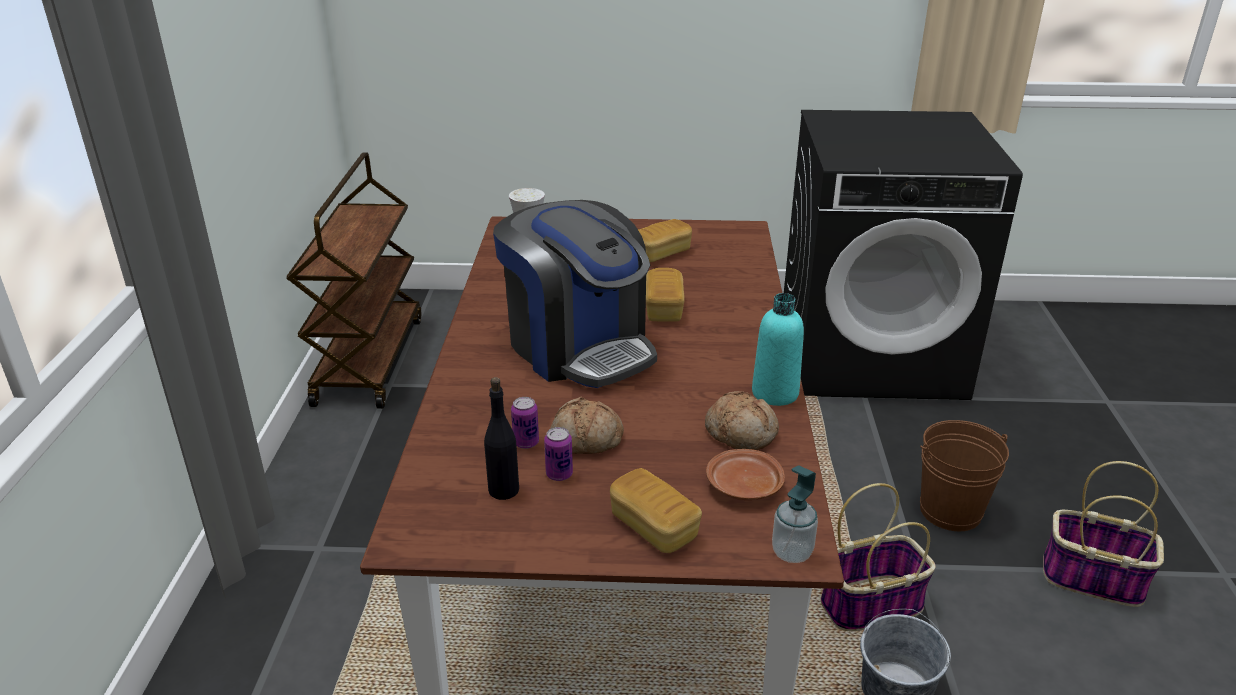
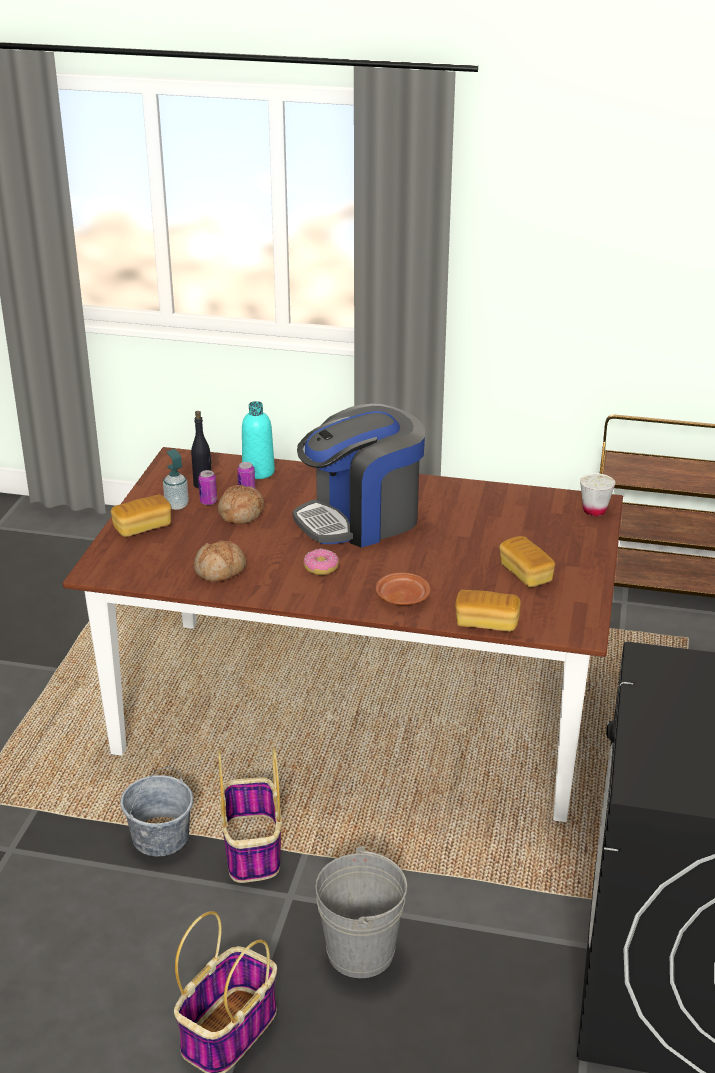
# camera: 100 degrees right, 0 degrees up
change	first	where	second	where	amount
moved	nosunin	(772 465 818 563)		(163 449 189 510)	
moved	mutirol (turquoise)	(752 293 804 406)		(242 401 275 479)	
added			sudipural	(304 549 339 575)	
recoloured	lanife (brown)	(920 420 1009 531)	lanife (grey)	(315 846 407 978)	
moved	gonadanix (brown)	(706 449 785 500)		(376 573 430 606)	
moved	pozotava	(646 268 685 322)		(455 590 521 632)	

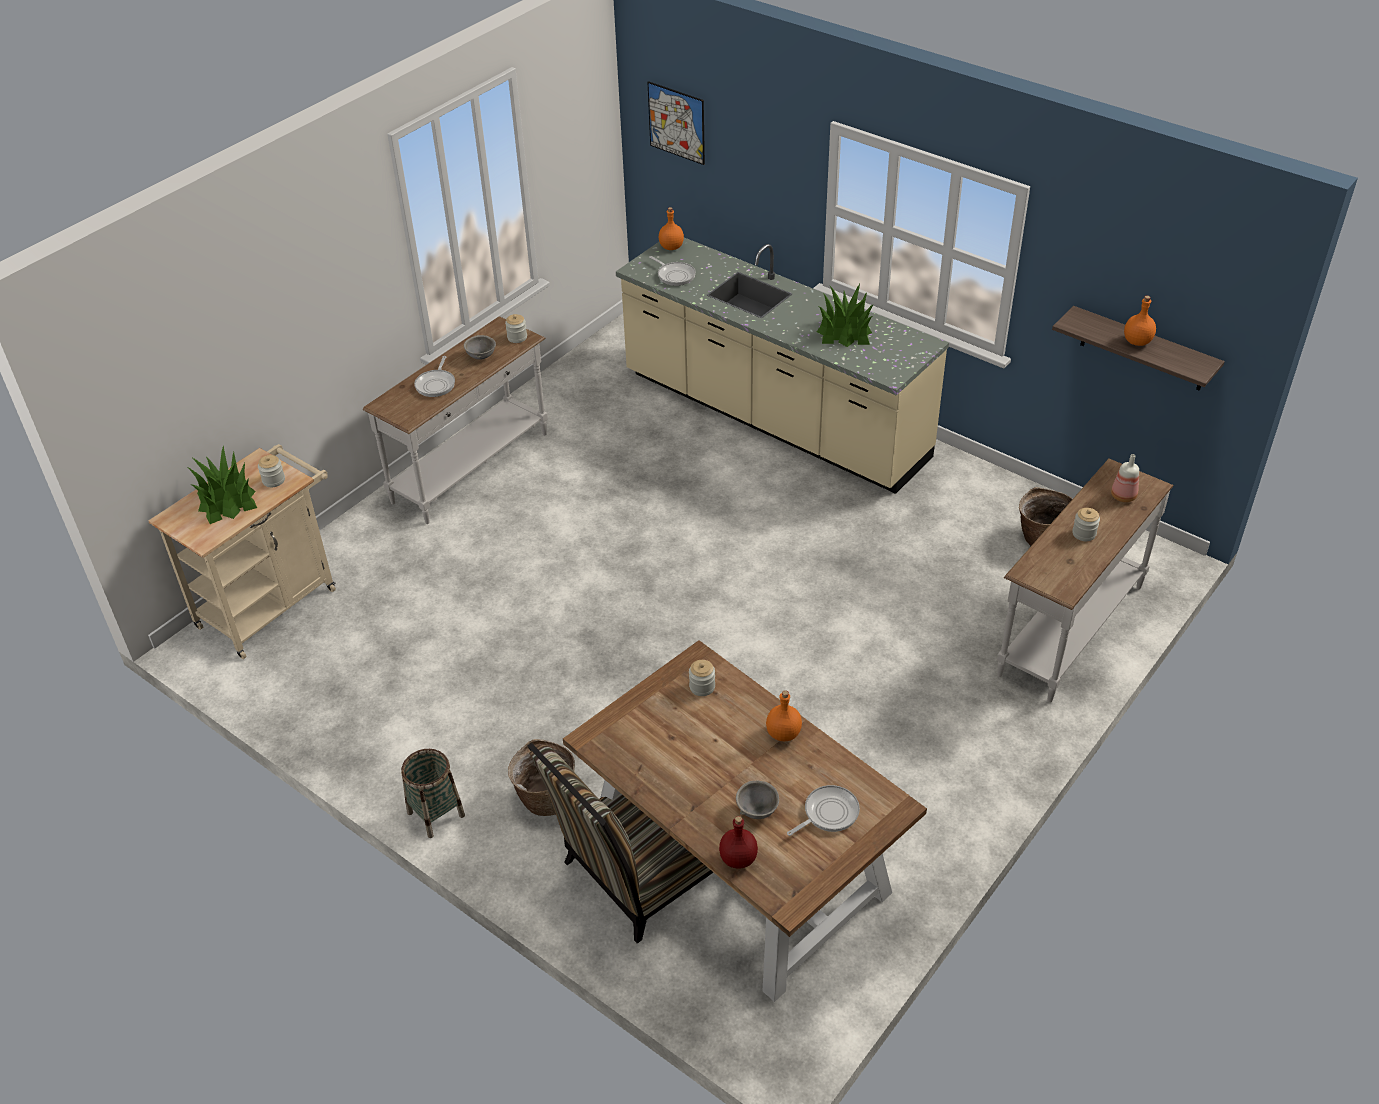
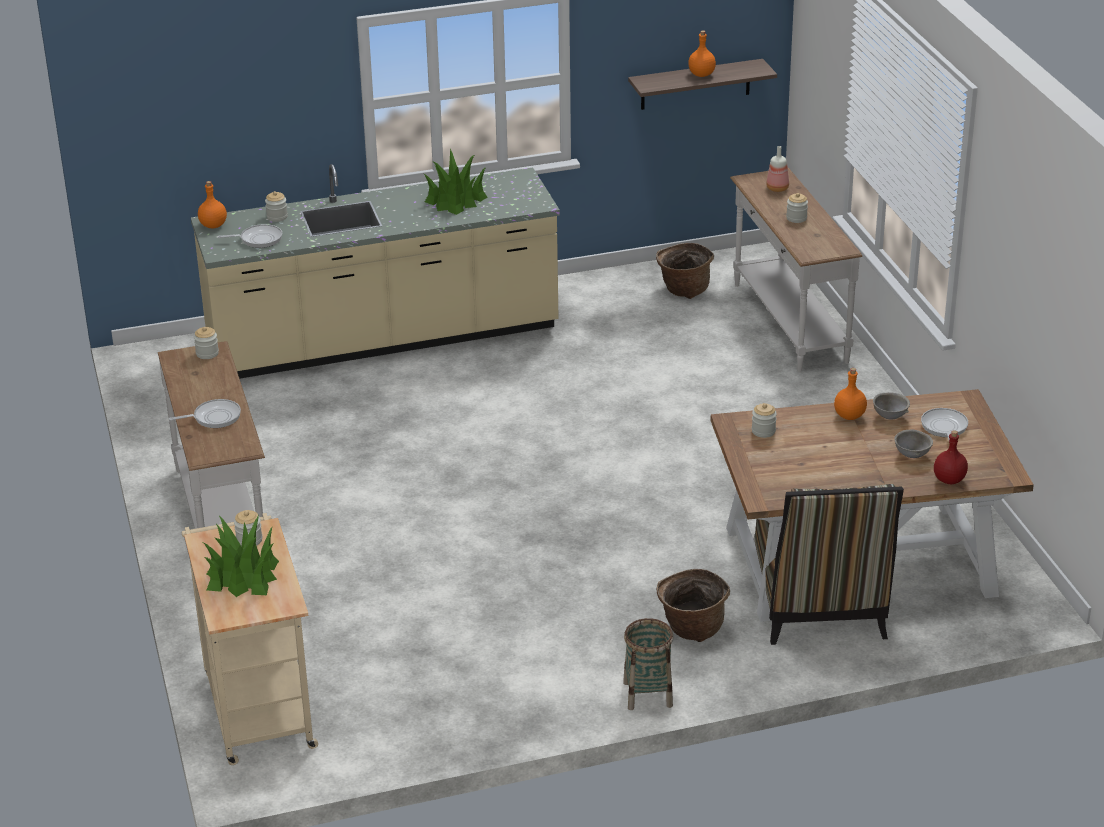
# camera: 55 degrees left, 10 degrees down
change	first	where	second	where	amount
turned	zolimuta	(414 356 455 397)		(169 399 241 428)	60 degrees counterclockwise
added			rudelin	(265 191 288 222)	
moved	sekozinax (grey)	(464 335 496 360)		(873 392 910 419)	
removed	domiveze	(648 81 705 165)			

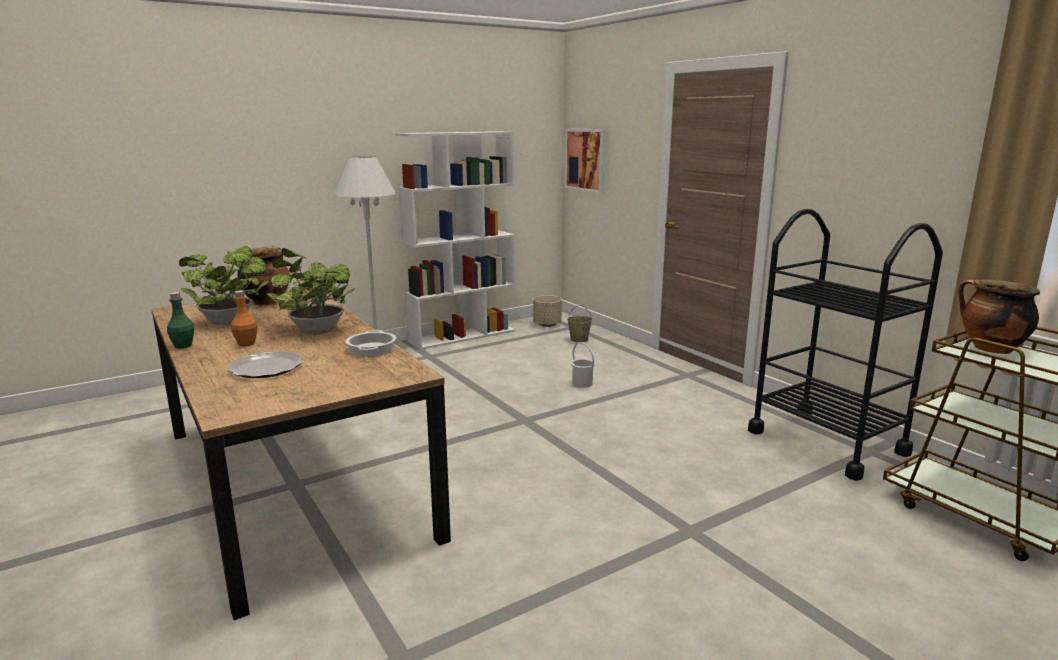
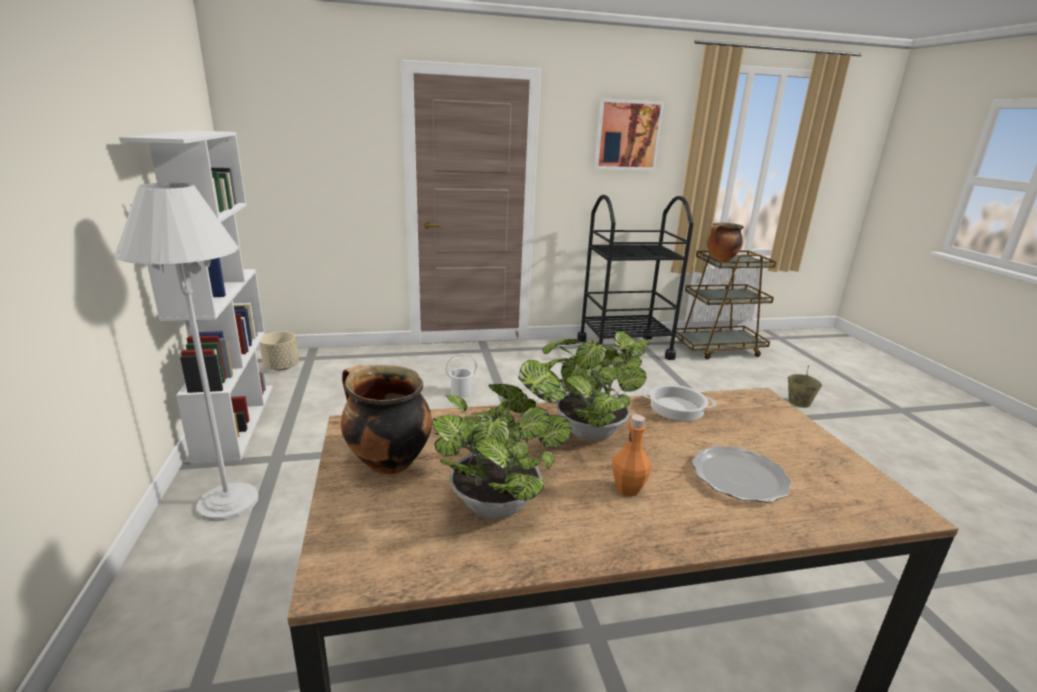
# camera: 70 degrees left, 5 degrees up
change	first	where	second	where	amount
moved	domiveze	(564 128 606 193)		(594 98 664 171)	
moved	lanife (beige)	(567 305 592 342)		(787 365 822 408)	
removed	mutirol (green)	(167 292 194 349)			

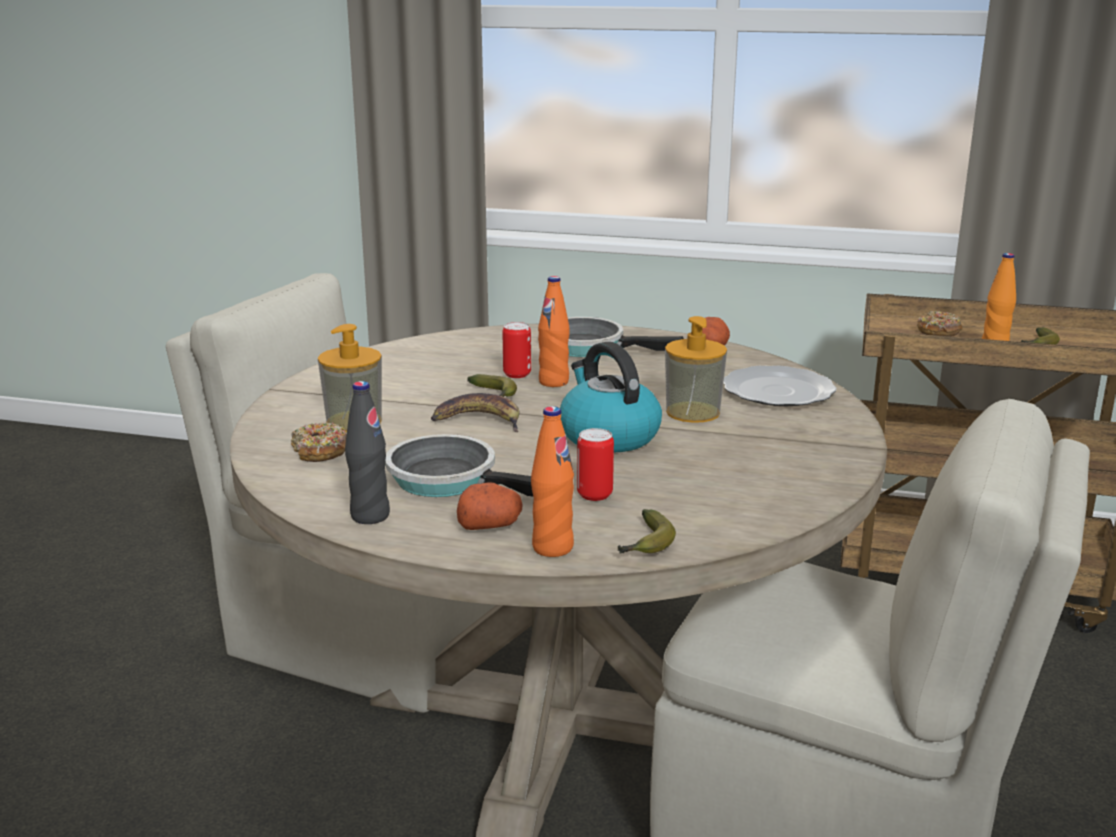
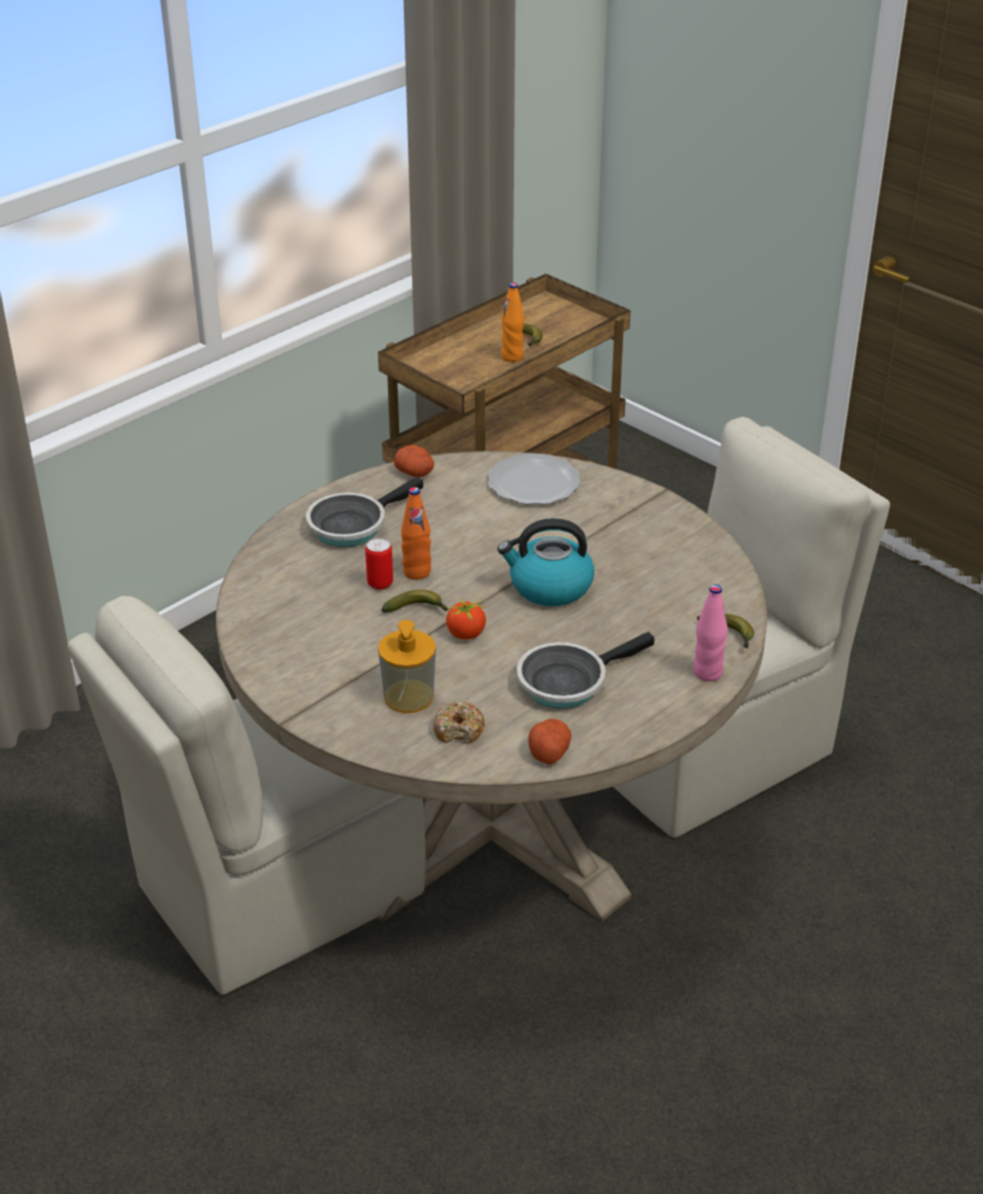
# camera: 60 degrees left, 15 degrees up
change	first	where	second	where	amount
replaced	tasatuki	(431 393 520 432)	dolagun	(443 598 486 640)	
moved	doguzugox	(457 482 523 530)		(529 719 571 765)	
recoloured	mutirol (orange)	(531 406 574 557)	mutirol (pink)	(693 585 728 682)	
removed	mutirol (black)	(345 381 390 524)			
removed	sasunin	(577 428 614 501)			
removed	nosunin	(665 316 727 423)			
removed	sudipural	(917 311 962 337)			

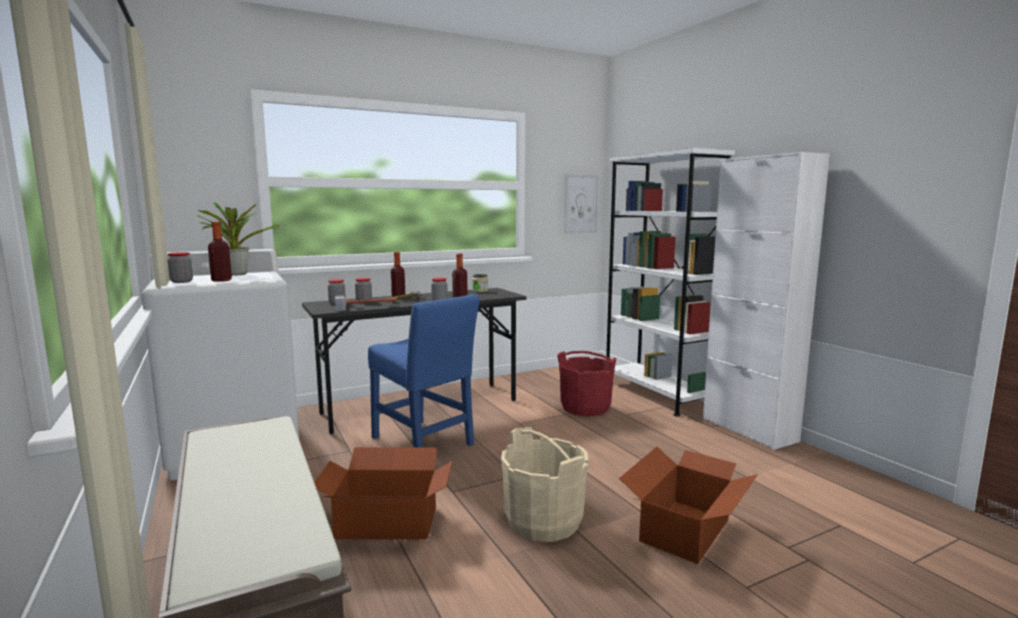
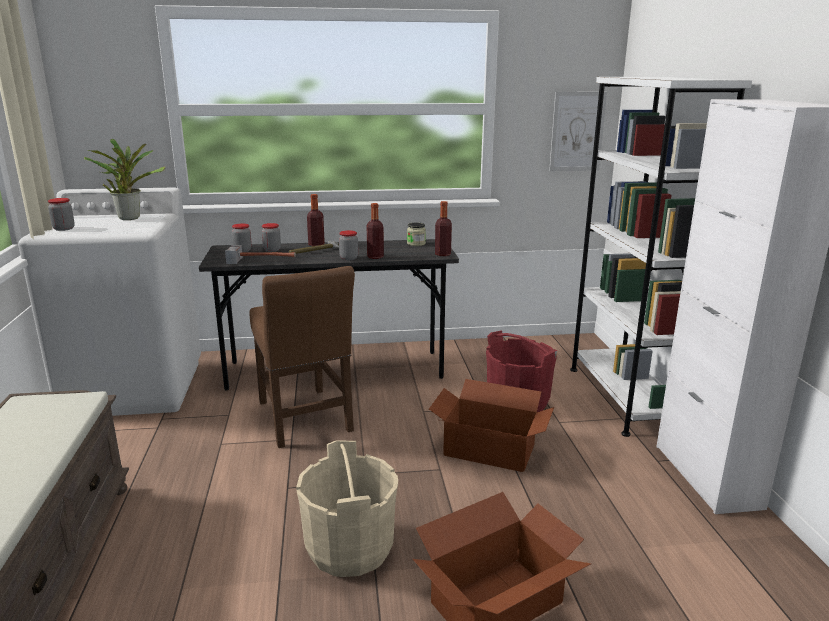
# camera: 20 degrees right, 10 degrees up
change	first	where	second	where	amount
recoloured	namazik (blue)	(368 294 480 448)	namazik (brown)	(249 266 355 448)	
moved	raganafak	(314 447 452 540)		(429 379 554 472)	
moved	mutirol	(208 222 232 282)		(435 201 452 256)	

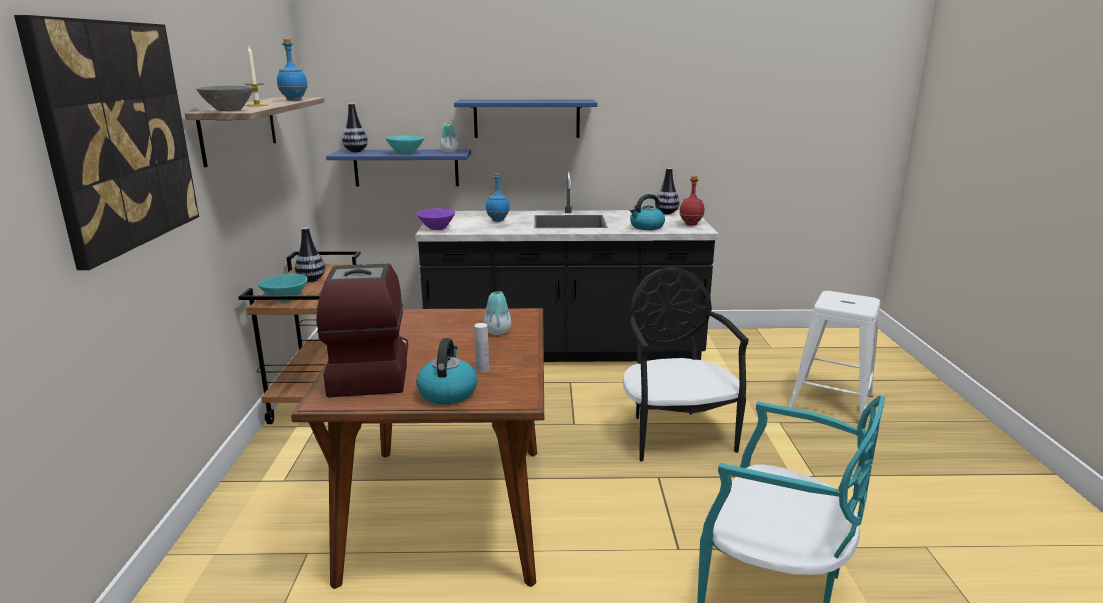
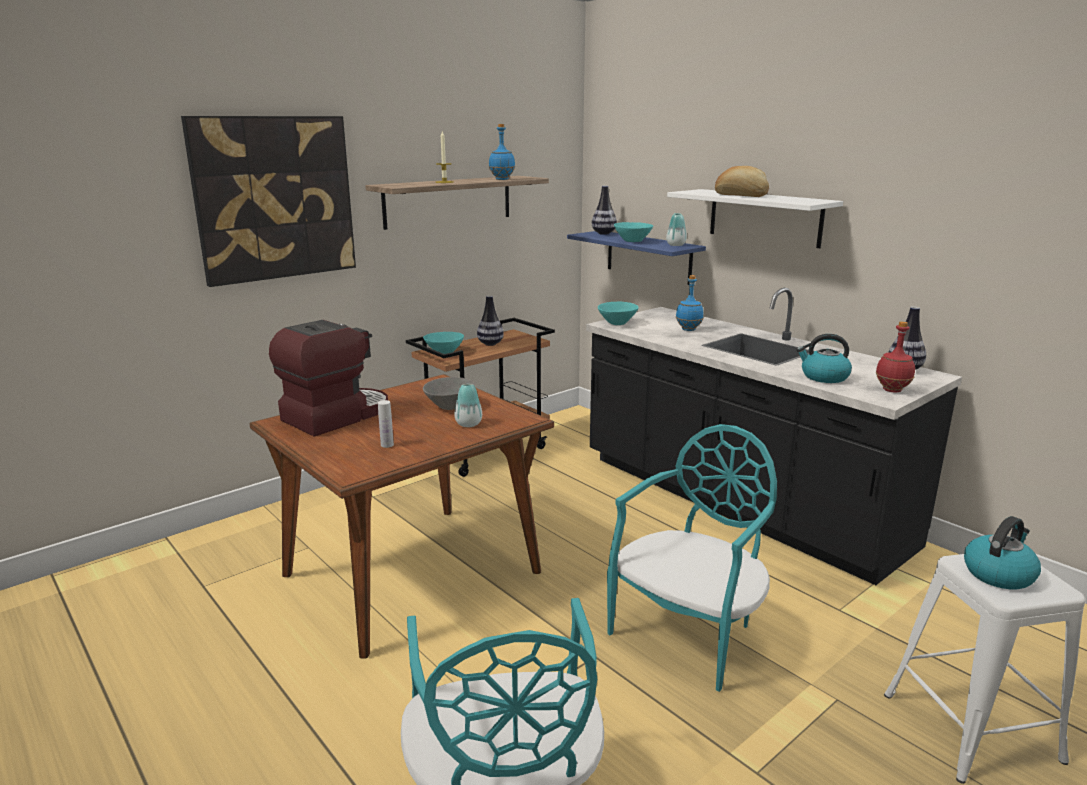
# camera: 50 degrees right, 0 degrees up
change	first	where	second	where	amount
moved	sekozinax (grey)	(196 85 254 111)		(423 377 475 410)	
recoloured	sekozinax (purple)	(417 208 455 230)	sekozinax (turquoise)	(598 302 639 325)	
recoloured	namazik (black)	(623 267 749 461)	namazik (turquoise)	(607 424 777 692)	
recoloured	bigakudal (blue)	(454 99 597 138)	bigakudal (white)	(667 189 843 248)	
added			pozotava	(715 166 769 197)	
moved	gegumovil	(416 338 477 404)		(964 516 1041 589)	

